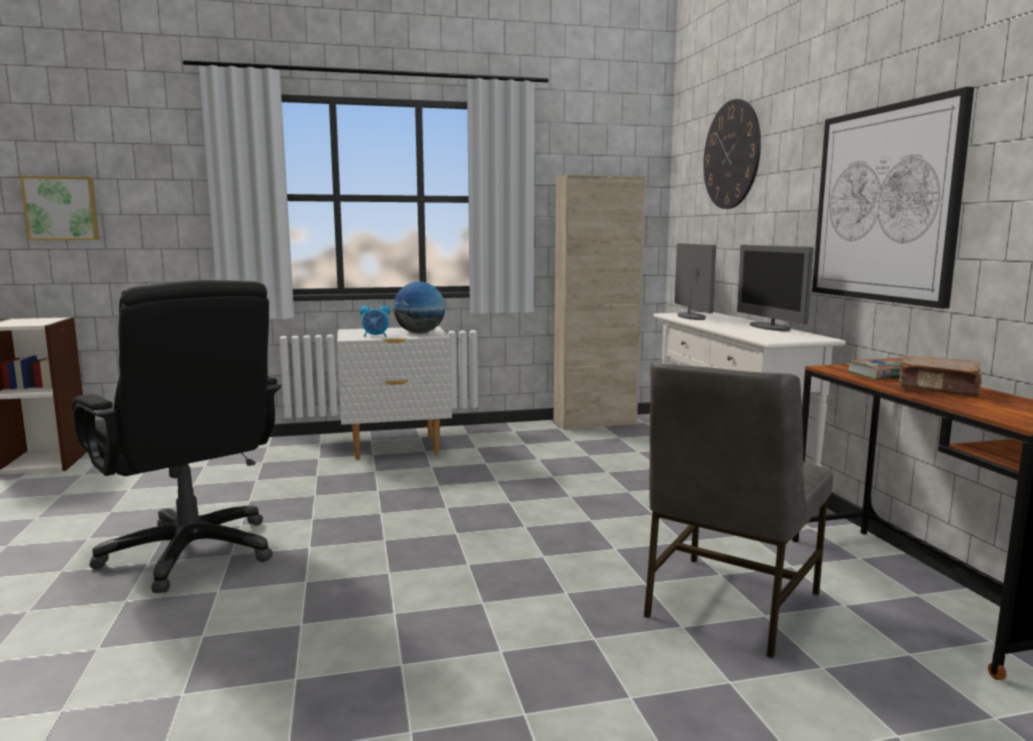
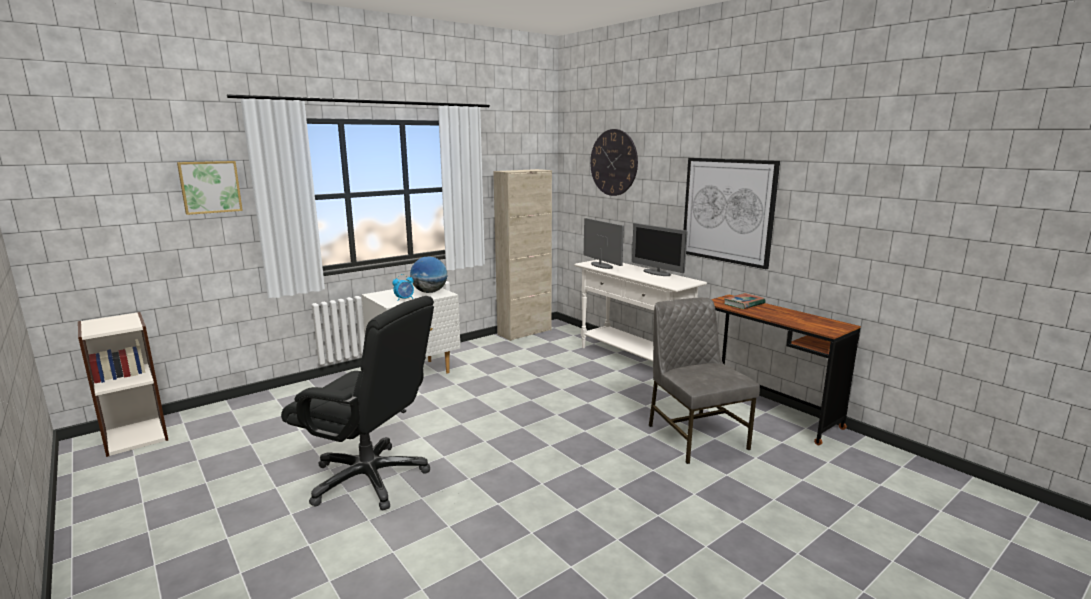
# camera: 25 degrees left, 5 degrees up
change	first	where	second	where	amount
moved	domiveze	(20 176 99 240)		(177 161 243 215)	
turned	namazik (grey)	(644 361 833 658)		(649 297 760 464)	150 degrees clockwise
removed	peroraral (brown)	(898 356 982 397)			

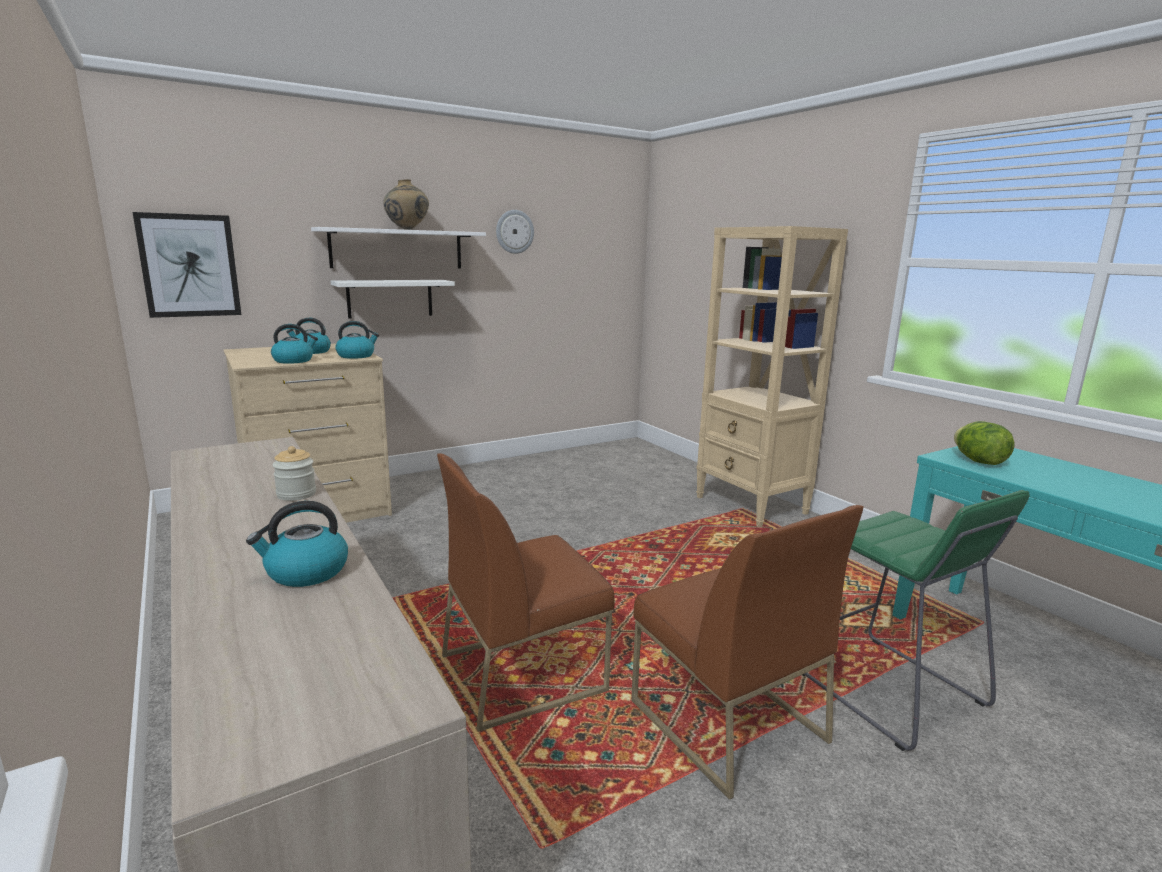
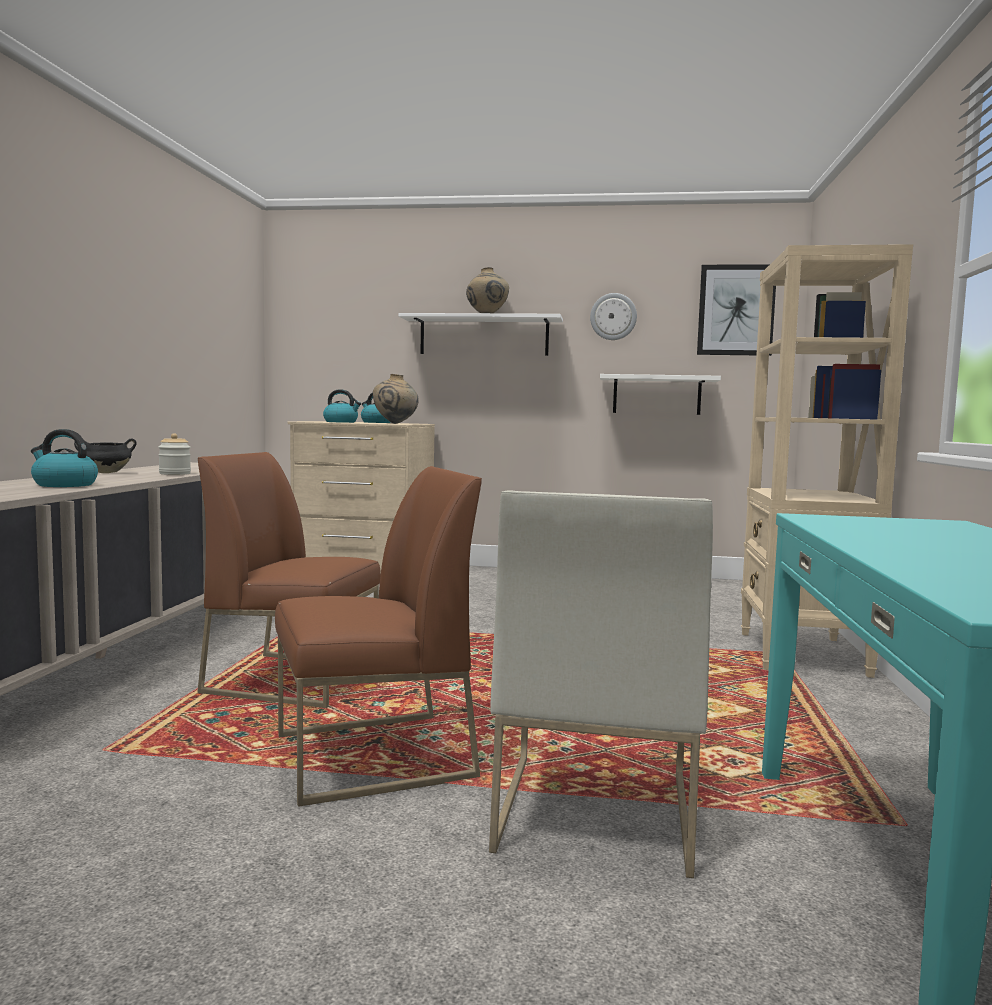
# camera: 40 degrees right, 10 degrees down
change	first	where	second	where	amount
added			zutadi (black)	(74 438 137 473)	
turned	namazik (brown)	(631 505 864 800)		(275 466 482 807)	120 degrees counterclockwise
replaced	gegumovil	(335 321 379 359)	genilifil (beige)	(373 374 419 424)	
replaced	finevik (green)	(803 490 1030 751)	namazik (white)	(489 490 713 878)	
moved	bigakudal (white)	(331 280 455 319)		(600 374 721 415)	
moved	domiveze	(133 212 241 318)		(697 264 776 356)	
removed	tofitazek	(954 421 1015 465)			

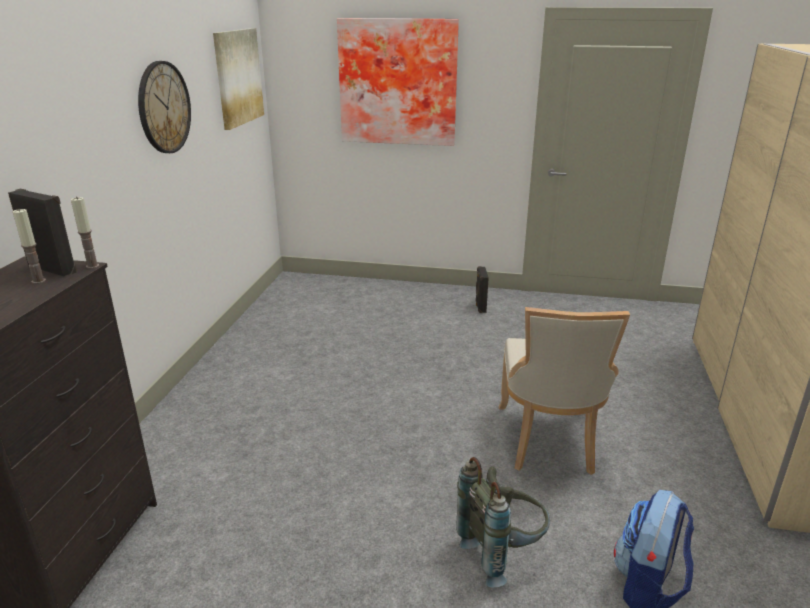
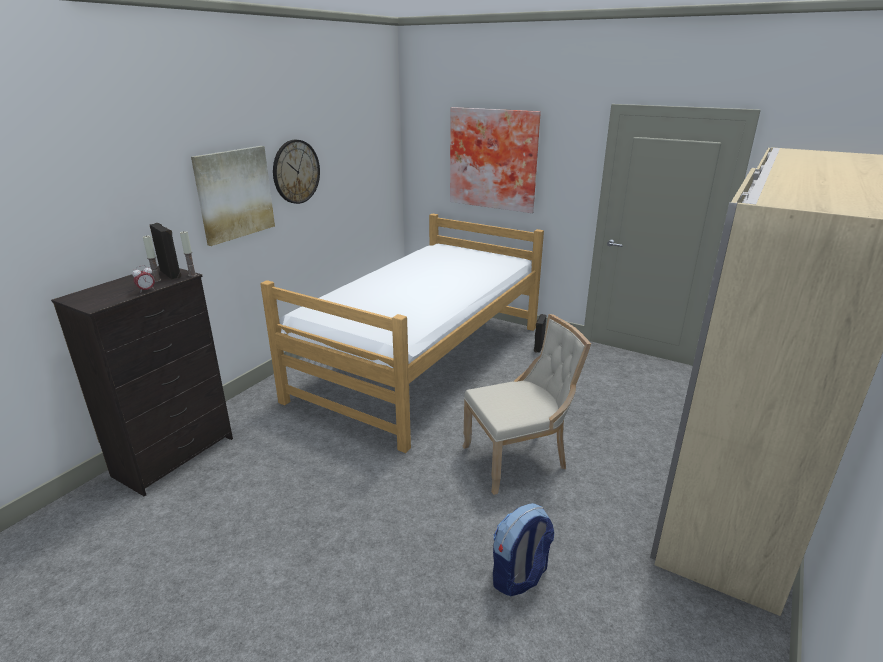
# camera: 20 degrees right, 0 degrees up
change	first	where	second	where	amount
added			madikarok	(132 265 155 293)	
moved	domiveze	(213 28 264 130)		(191 146 275 246)	
added			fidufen	(260 213 544 453)	
turned	namazik (beige)	(499 307 630 475)		(463 314 591 495)	135 degrees counterclockwise
removed	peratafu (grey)	(456 457 550 588)			

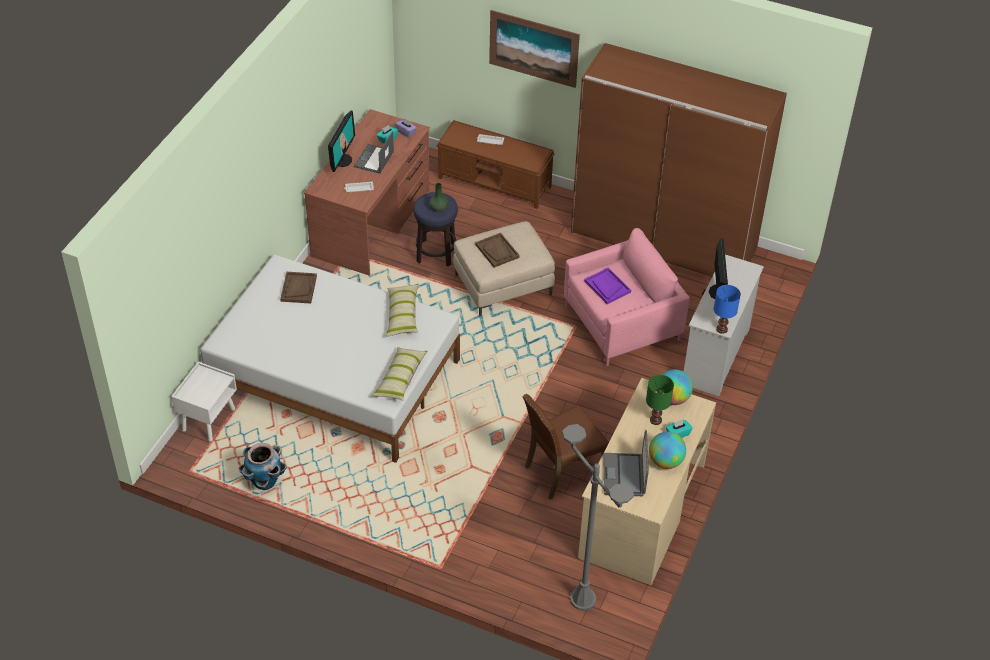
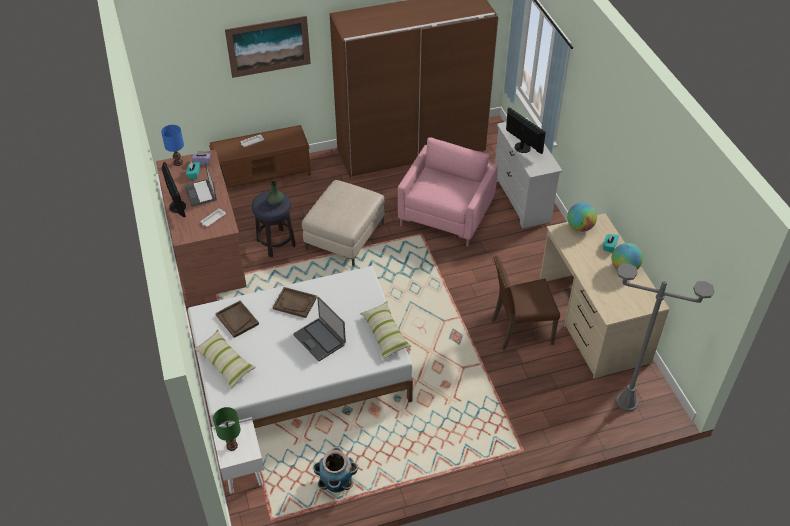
# camera: 40 degrees left, 0 degrees up
change	first	where	second	where	amount
moved	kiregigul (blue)	(714 285 741 334)		(161 125 184 166)	
moved	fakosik	(385 284 419 337)		(194 330 256 388)	
moved	kiregigul (green)	(646 375 674 425)		(213 407 241 451)	
moved	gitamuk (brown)	(475 233 519 268)		(273 287 317 318)	
moved	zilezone	(603 430 649 496)		(293 297 346 361)	
turned	namazik (brown)	(523 394 609 500)		(491 256 560 350)	60 degrees clockwise
removed	gitamuk (purple)	(584 267 631 304)			

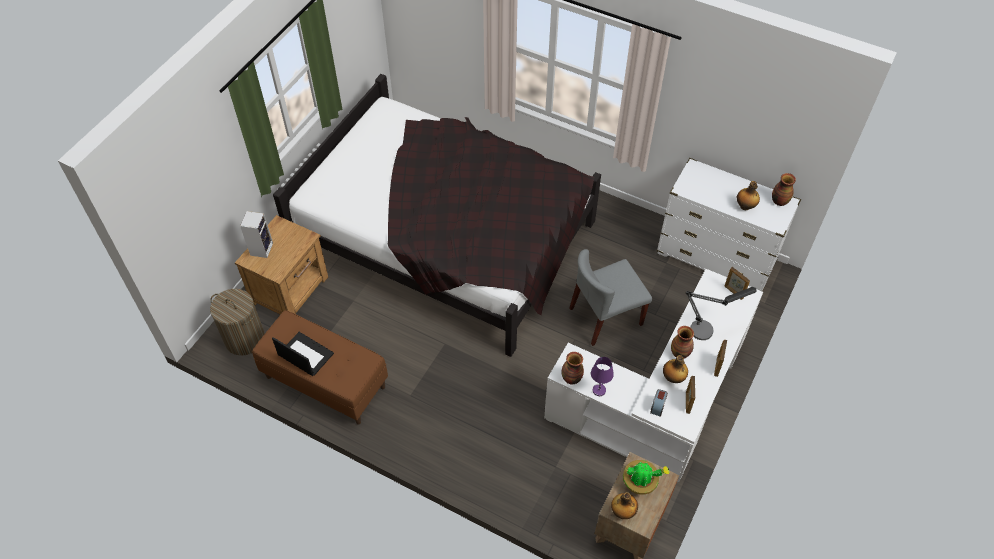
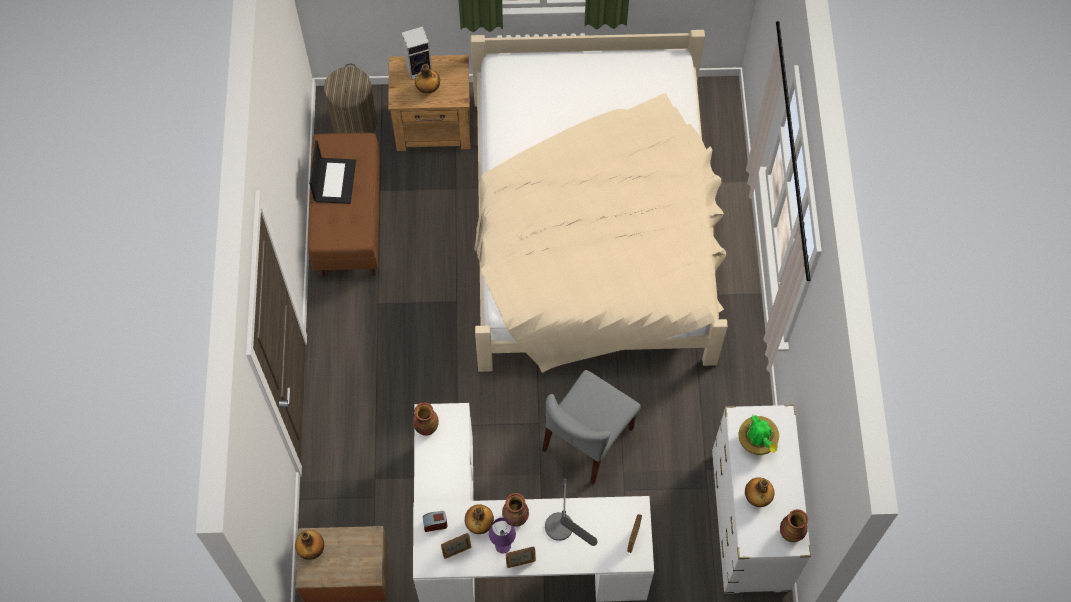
# camera: 60 degrees right, 10 degrees up
change	first	where	second	where	amount
added			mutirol	(415 64 440 94)	
recoloured	fidufen (black)	(273 74 601 357)	fidufen (beige)	(470 30 728 373)	
moved	kiregigul (purple)	(591 357 614 396)		(489 518 516 553)	
turned	namazik (grey)	(569 249 652 346)		(542 370 641 484)	90 degrees counterclockwise
moved	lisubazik	(623 460 669 495)		(739 414 779 455)	

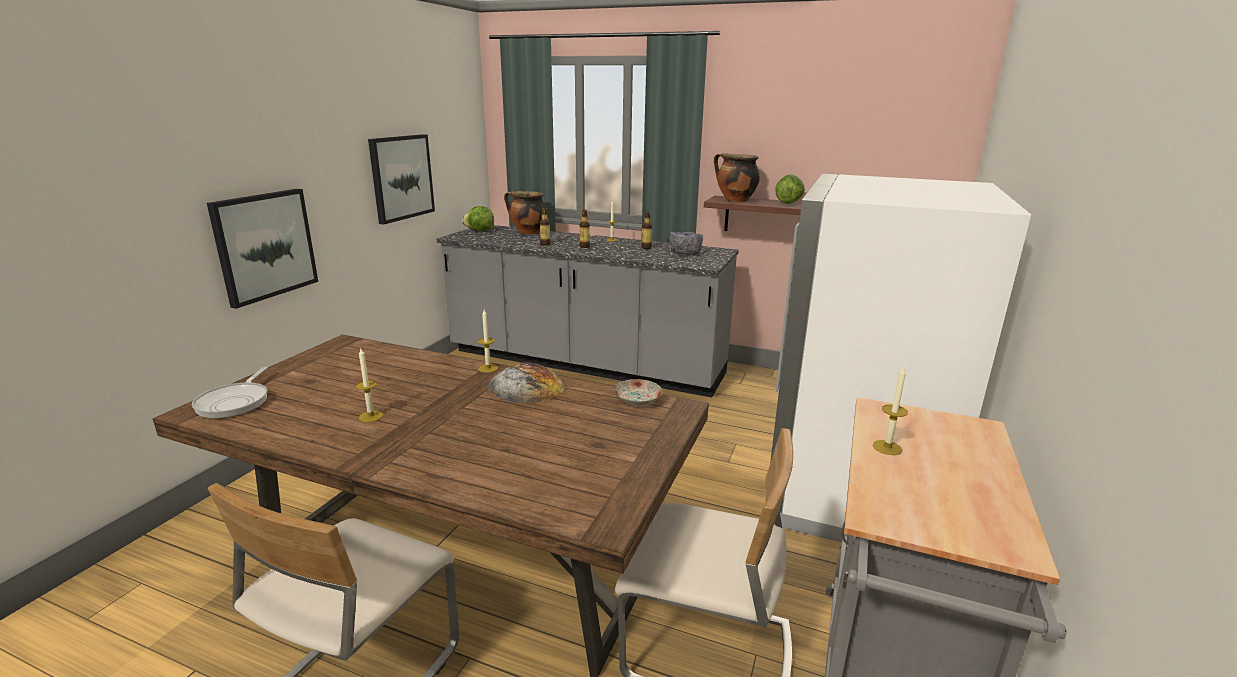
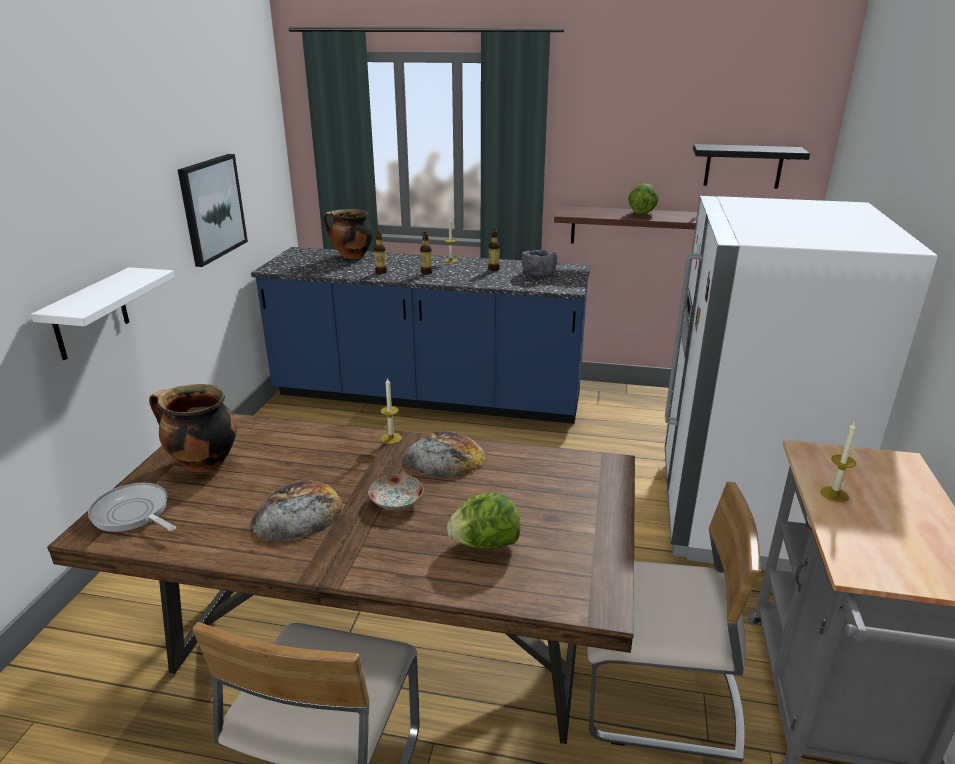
# camera: 10 degrees left, 5 degrees up
change	first	where	second	where	amount
replaced	domiveze	(207 189 318 309)	bigakudal (white)	(31 267 175 360)	
turned	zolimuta	(192 367 268 419)		(88 483 176 532)	135 degrees clockwise
moved	zutadi	(714 153 760 202)		(149 384 237 472)	
recoloured	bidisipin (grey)	(437 225 739 397)	bidisipin (blue)	(251 247 590 424)	
replaced	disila	(356 347 383 422)	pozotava	(251 481 344 541)	
moved	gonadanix	(613 379 662 406)		(368 474 423 510)	
moved	tofitazek	(462 206 494 231)		(447 493 520 549)	
added			bigakudal (black)	(693 144 810 188)	

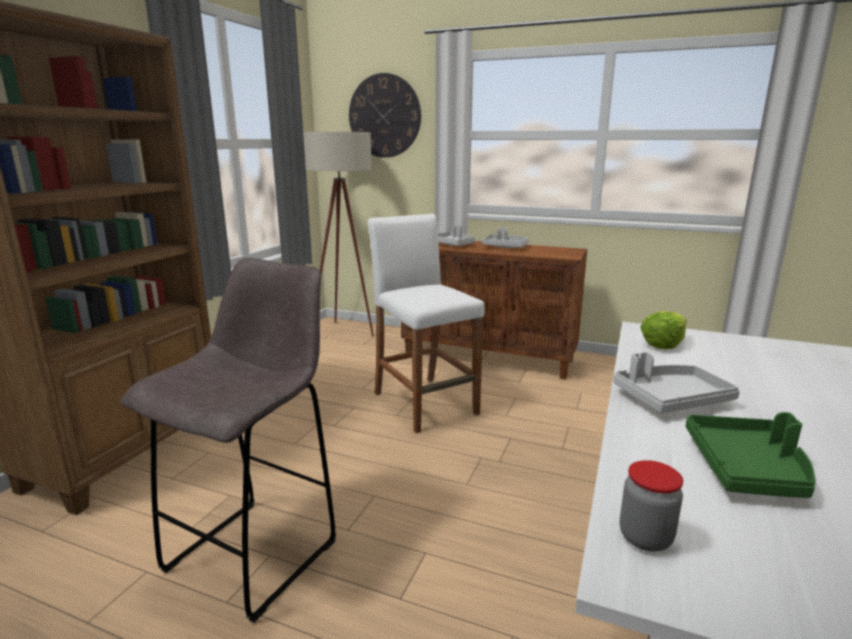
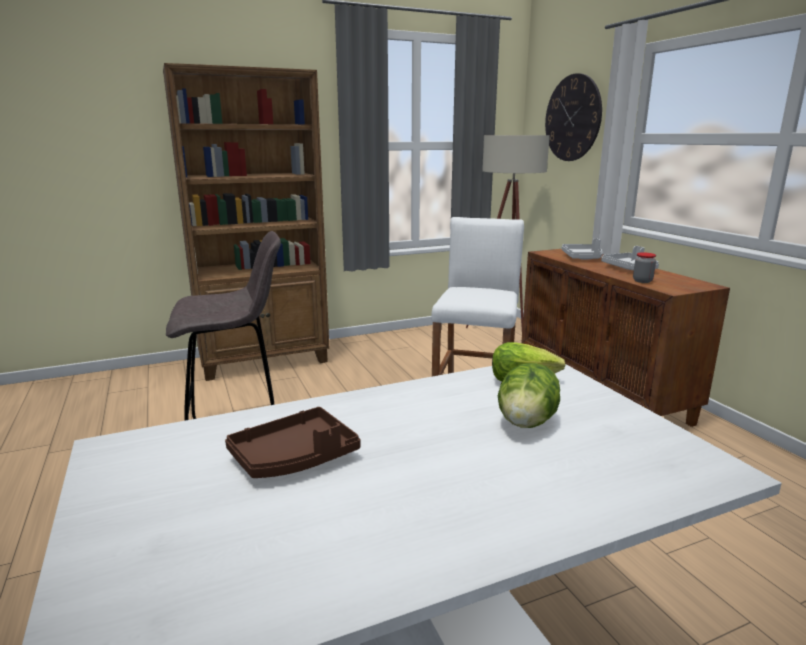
# camera: 45 degrees right, 0 degrees up
change	first	where	second	where	amount
recoloured	gitamuk (green)	(686 412 816 498)	gitamuk (brown)	(225 407 361 478)	
added			tofitazek	(498 363 560 428)	
moved	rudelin	(620 460 683 552)		(633 252 656 283)	
removed	gitamuk (grey)	(613 352 740 413)			

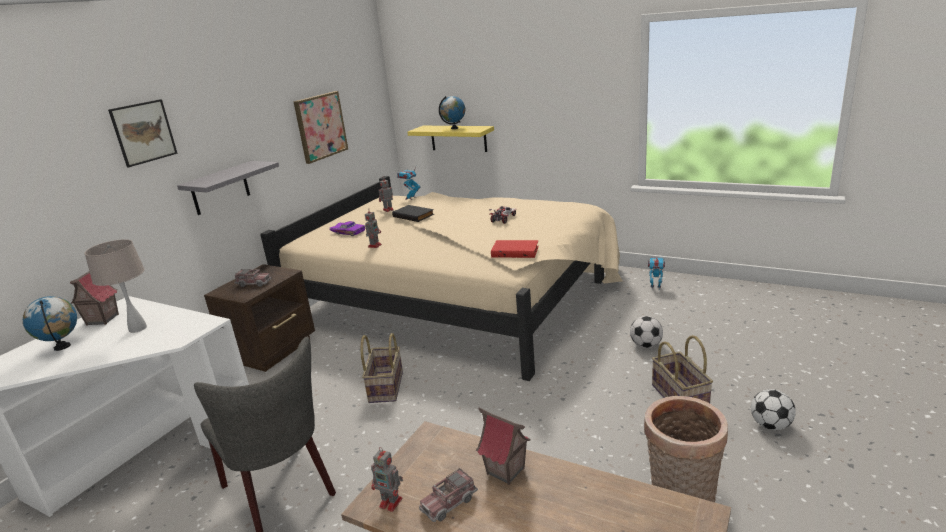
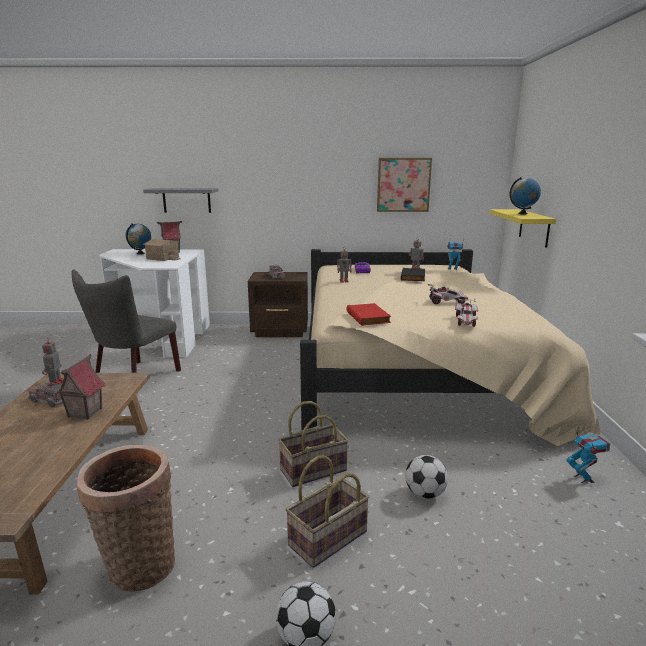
# camera: 60 degrees right, 5 degrees down
change	first	where	second	where	amount
moved	bigakudal (grey)	(177 161 279 215)		(143 188 219 213)	
replaced	kiregigul (beige)	(84 239 147 333)	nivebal	(143 239 180 261)	
moved	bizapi	(361 333 403 403)		(278 401 349 487)	
added			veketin	(455 299 478 327)	
removed	domiveze	(108 99 177 167)			

